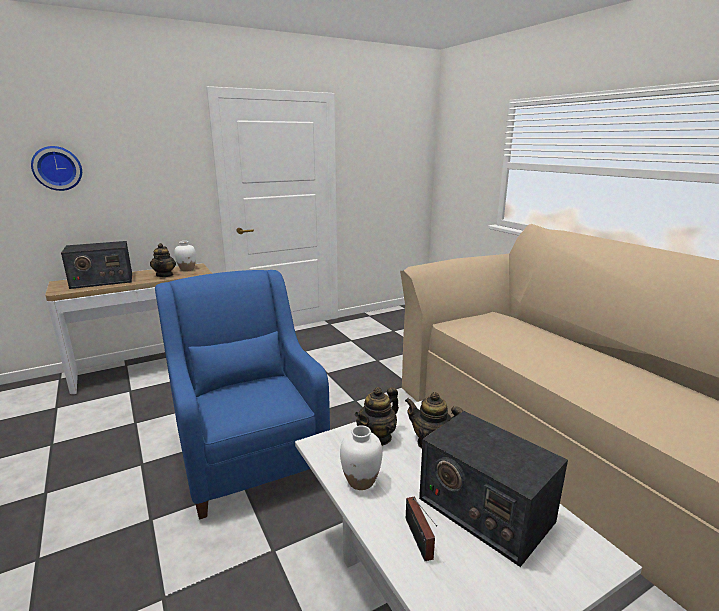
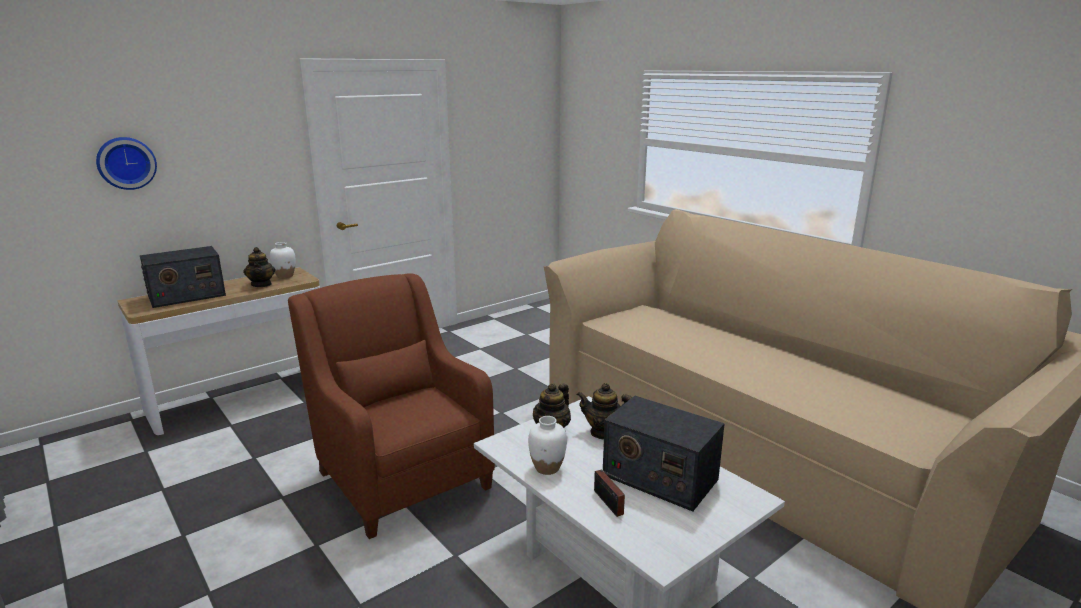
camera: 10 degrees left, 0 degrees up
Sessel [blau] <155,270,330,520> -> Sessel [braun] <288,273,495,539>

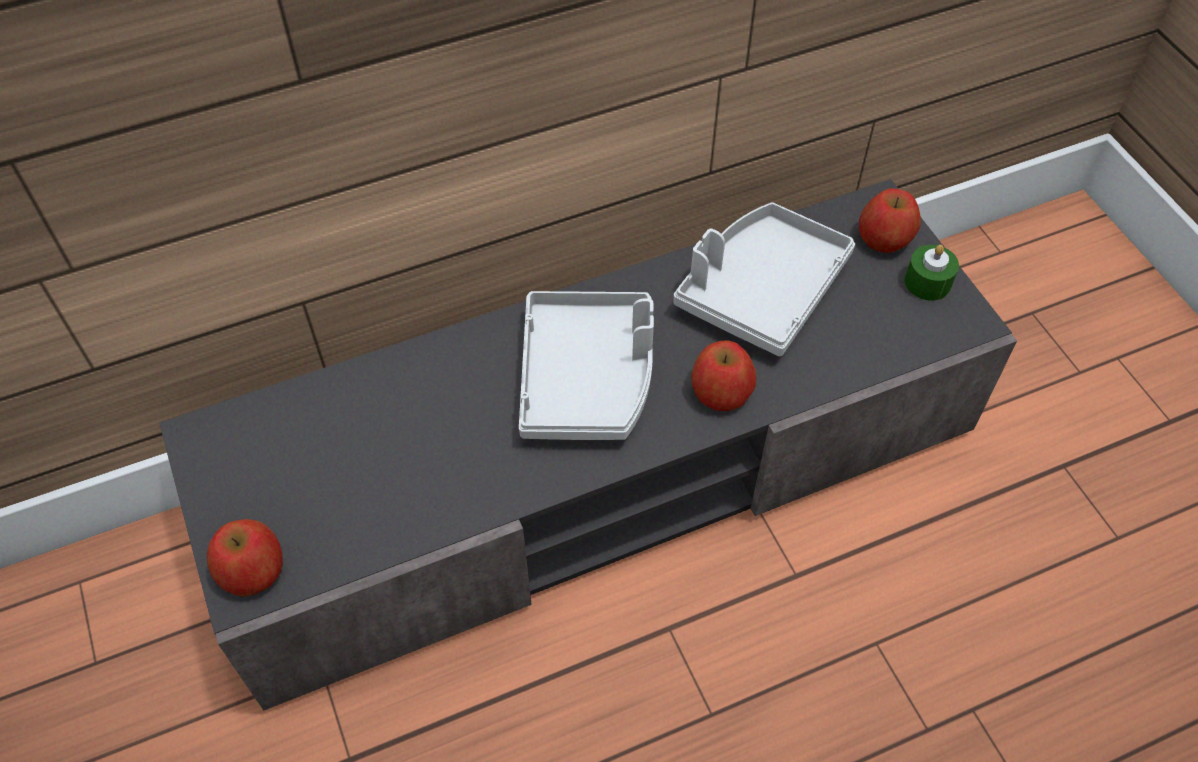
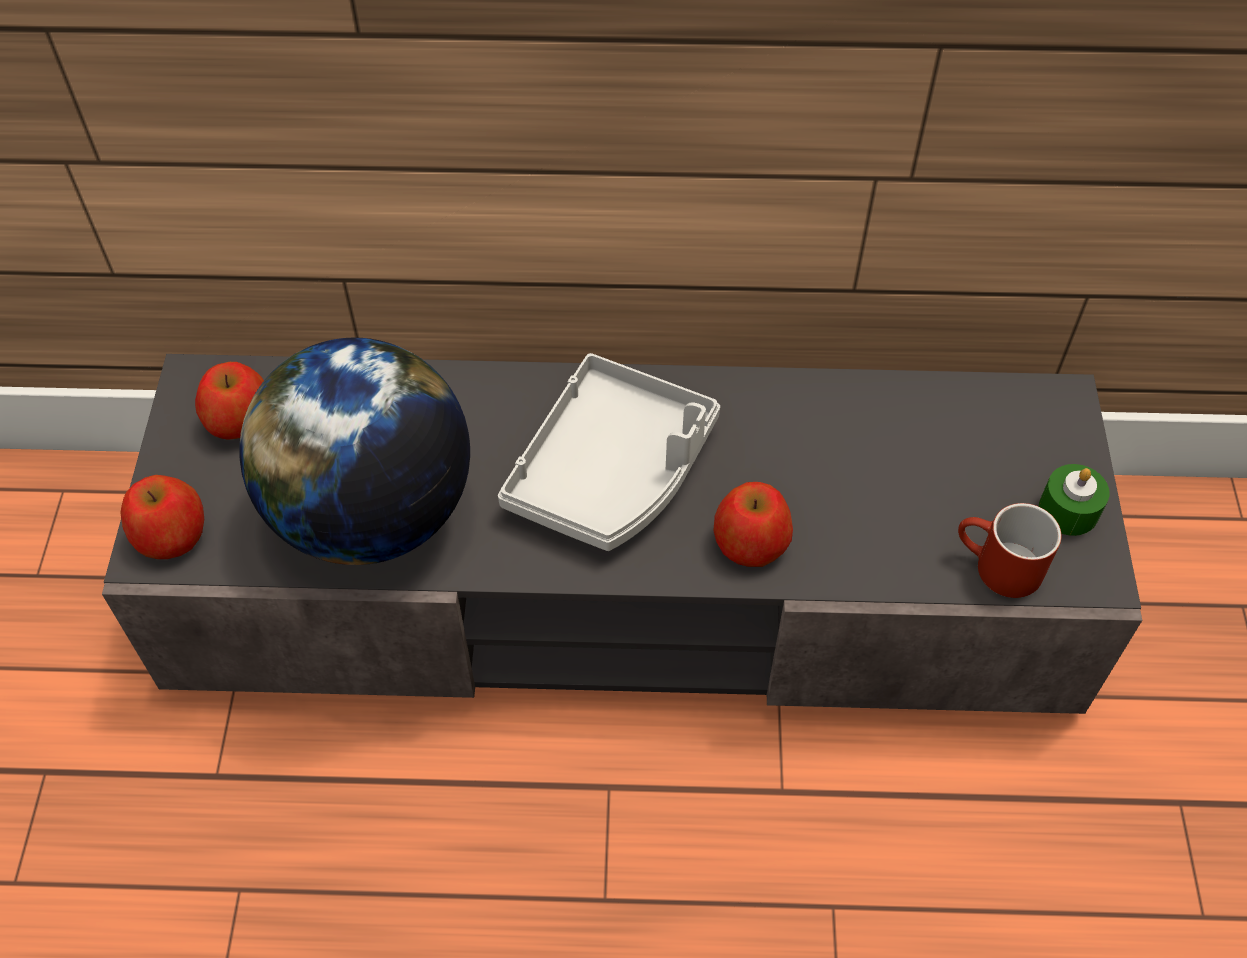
camera: 25 degrees right, 0 degrees up
Tablett [grau] <674,203,855,356> -> none
Apfel <859,188,921,253> -> Apfel <195,362,264,440>, relocated
none -> Globus <239,338,470,565>
none -> Henkelbecher [rot] <958,503,1062,598>

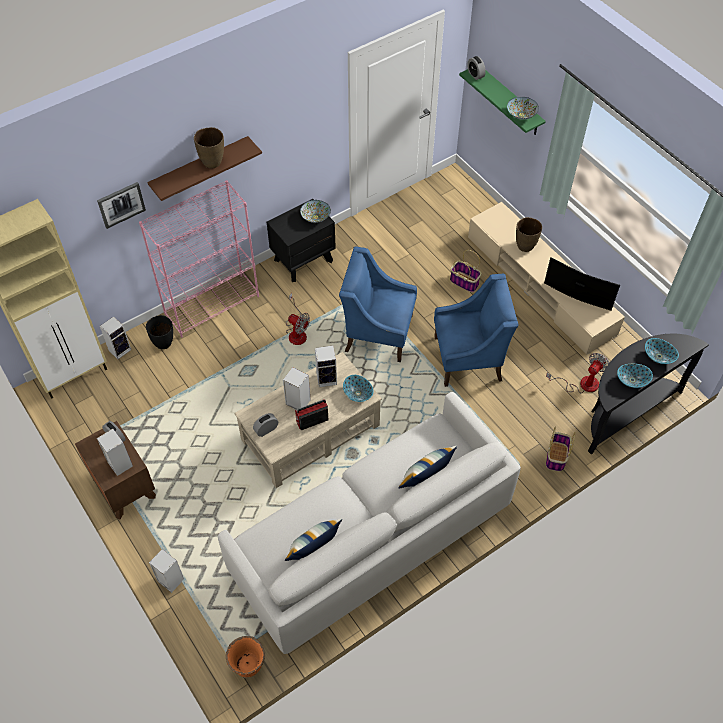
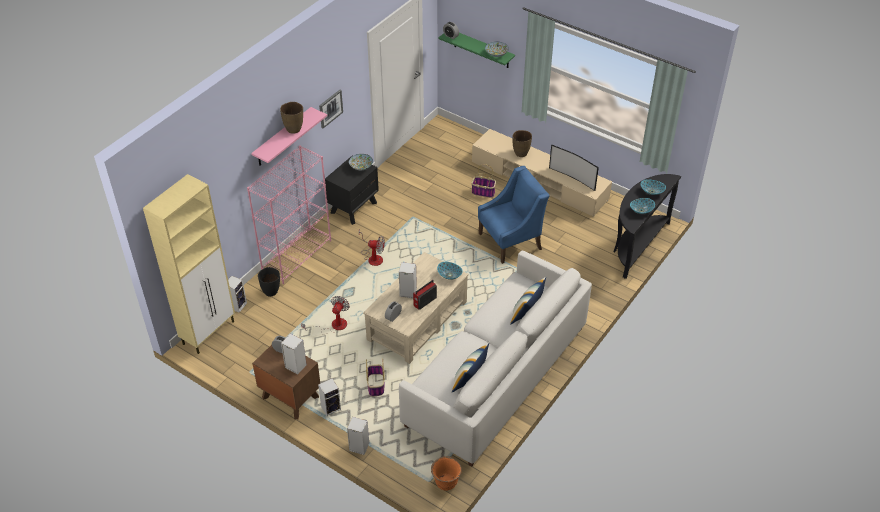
camera: 20 degrees left, 10 degrees down
Bild <97,182,146,229> -> Bild <319,90,343,128>, relocated
Wandregal [braun] <147,136,262,201> -> Wandregal [rosa] <251,107,327,166>
Lautsprecher <315,345,337,387> -> Lautsprecher <318,378,341,417>, relocated
Sessel [blau] <339,247,417,362> -> none
Fernseher <544,258,620,311> -> Fernseher <549,145,599,191>, 150 degrees counterclockwise
Ventilator <546,353,610,393> -> Ventilator <301,296,350,333>, relocated
Korb <546,427,575,471> -> Korb <366,359,385,396>, relocated

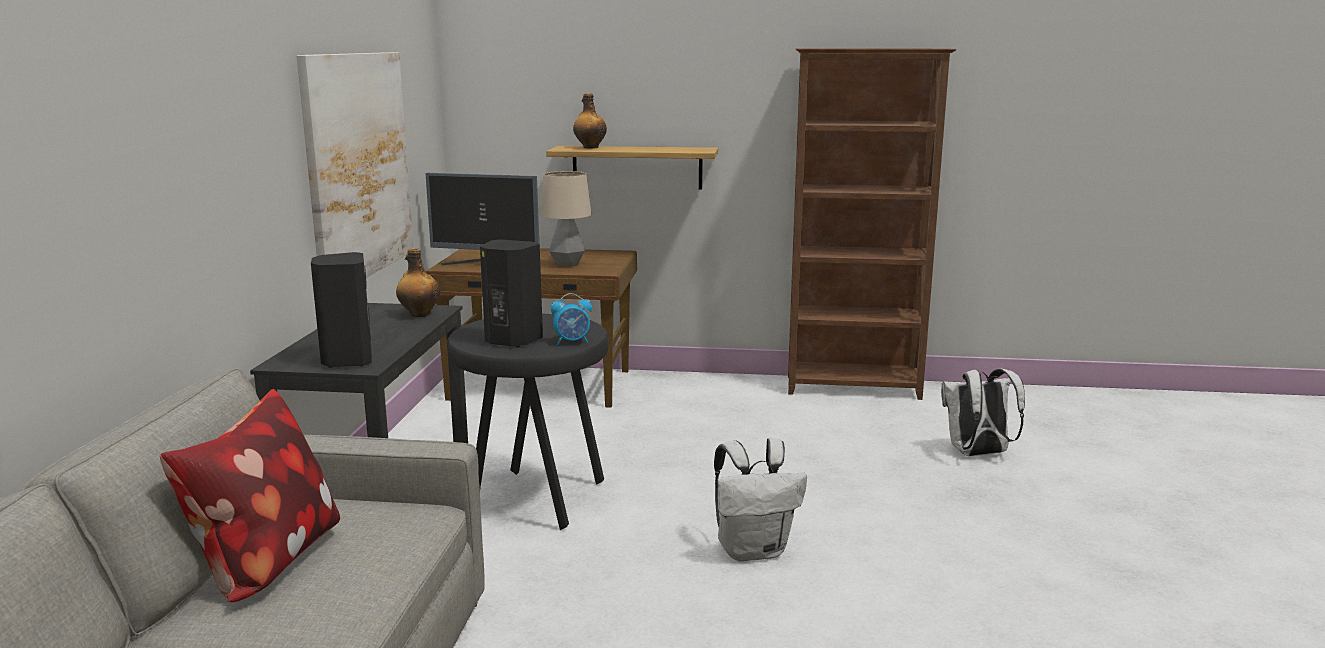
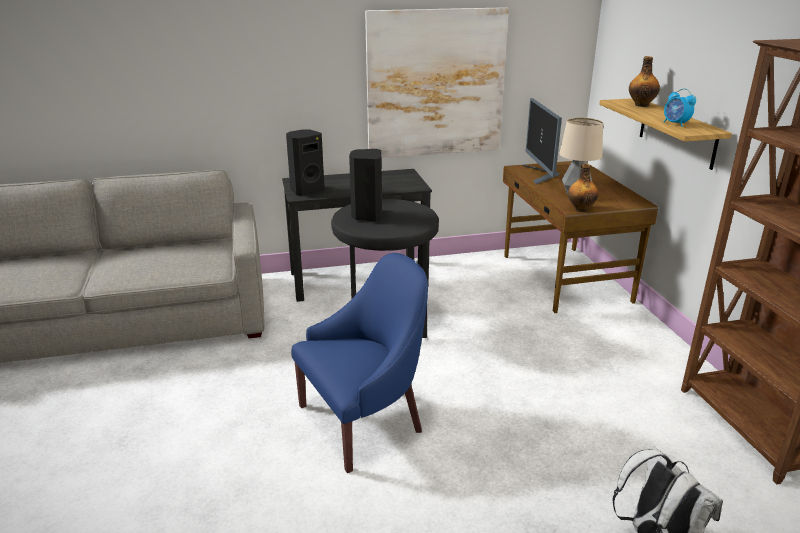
camera: 70 degrees right, 10 degrees up
Kissen <160,389,340,602> -> none
Flasche <396,248,440,317> -> Flasche <568,163,598,212>, relocated
Wecker <551,293,592,345> -> Wecker <664,88,696,127>, relocated
Rucksack [weiß] <714,438,807,562> -> Sessel [blau] <291,253,428,473>

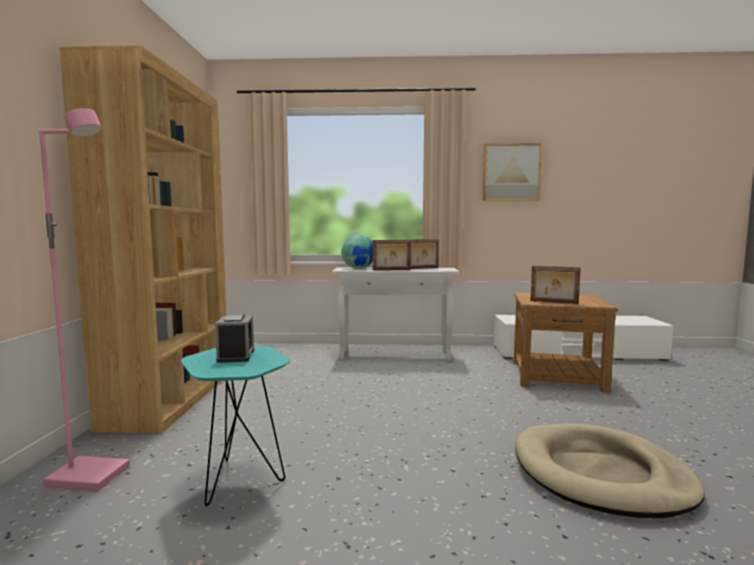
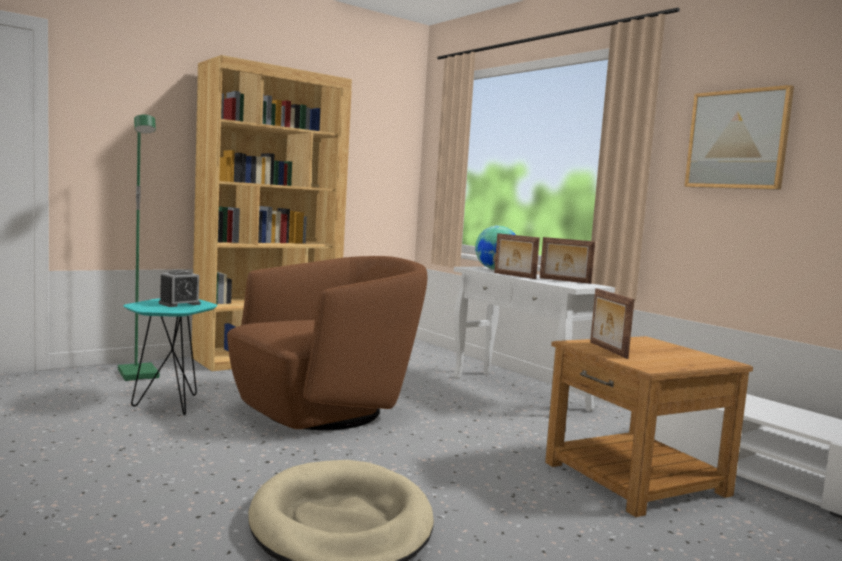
camera: 50 degrees right, 0 degrees up
Stehlampe [rosa] <39,108,130,491> -> Stehlampe [grün] <118,115,160,381>
none -> Sessel [braun] <227,256,427,430>

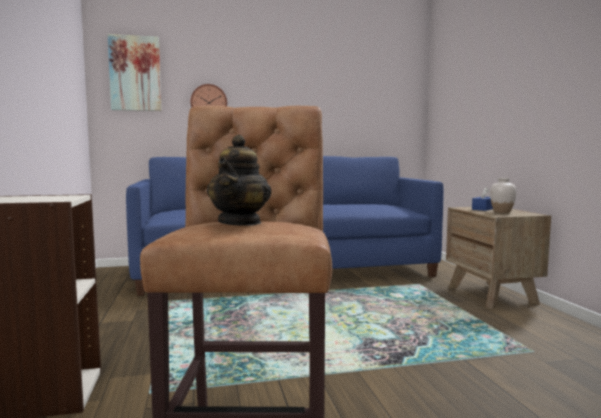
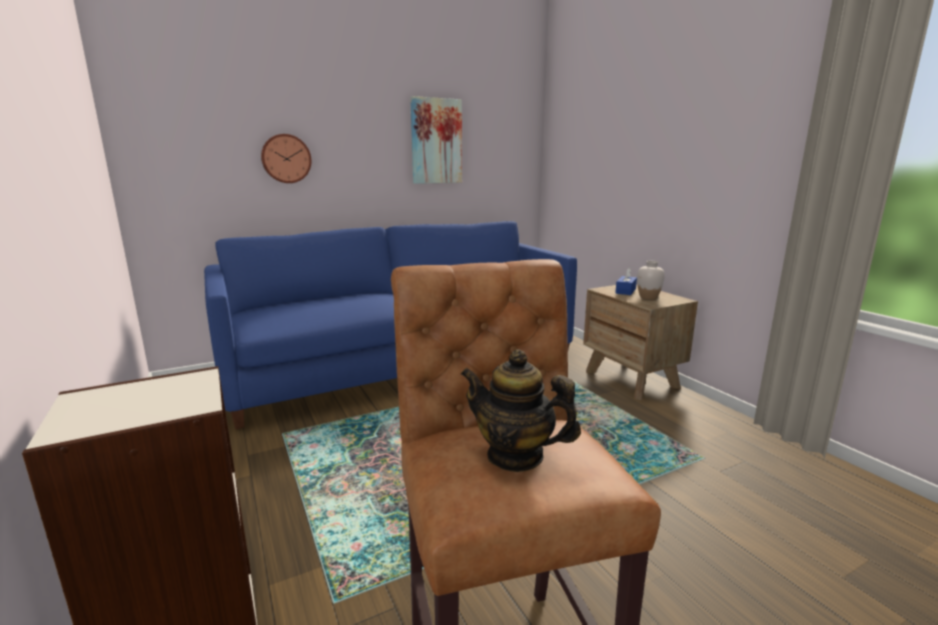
camera: 15 degrees left, 10 degrees up
Bild <108,34,162,111> -> Bild <410,96,462,184>, relocated
Teekanne <207,135,271,226> -> Teekanne <460,349,581,472>, 120 degrees clockwise

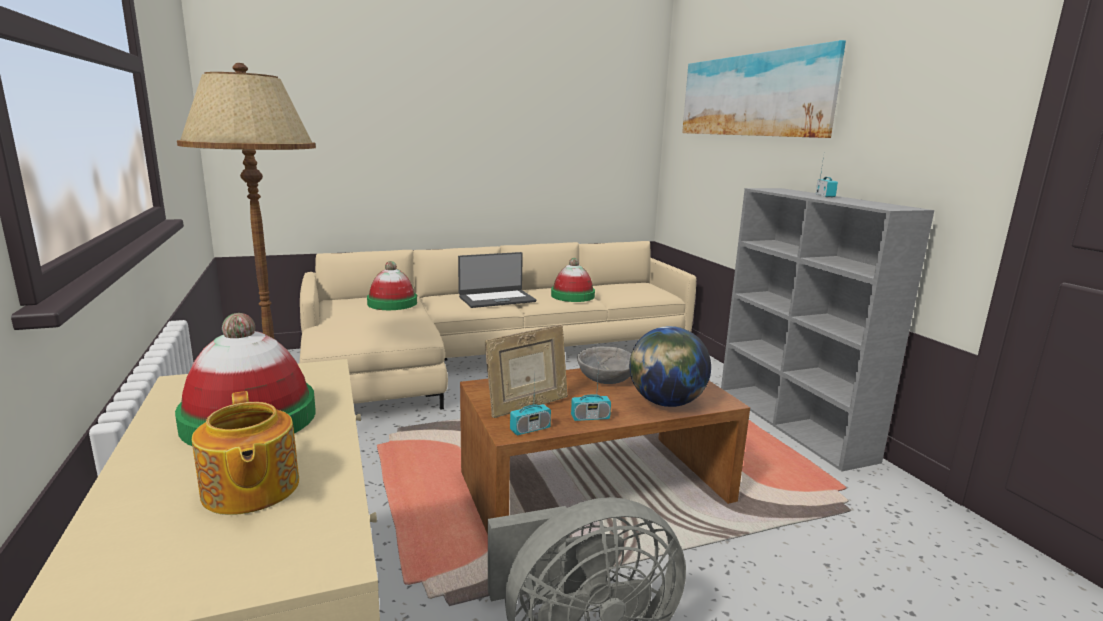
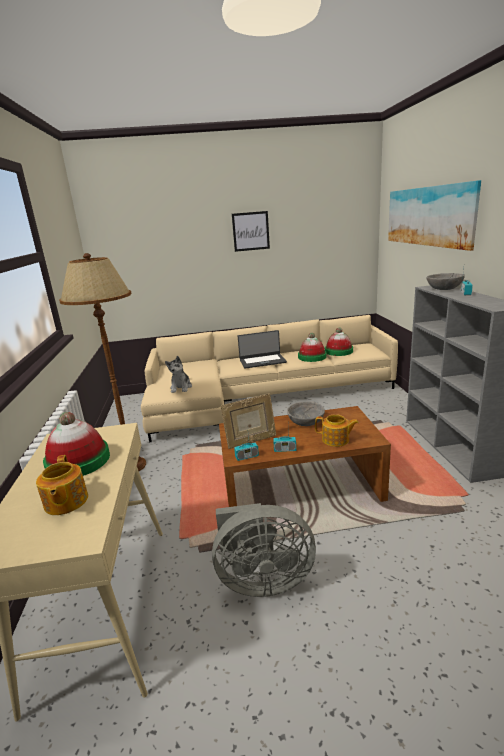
camera: 15 degrees right, 5 degrees up
Hut <367,261,417,310> -> Hut <325,328,353,356>, relocated
Globus <629,326,711,407> -> Teekanne <315,414,359,447>
none -> Plüschtier <165,356,192,393>
none -> Bild <232,211,270,252>
none -> Schüssel [grau] <426,273,465,290>

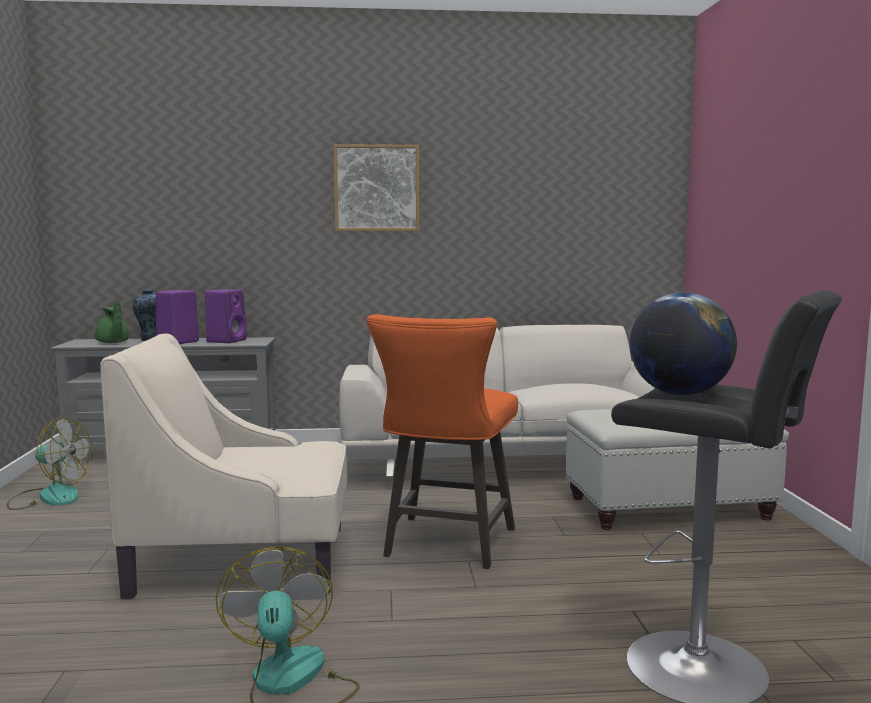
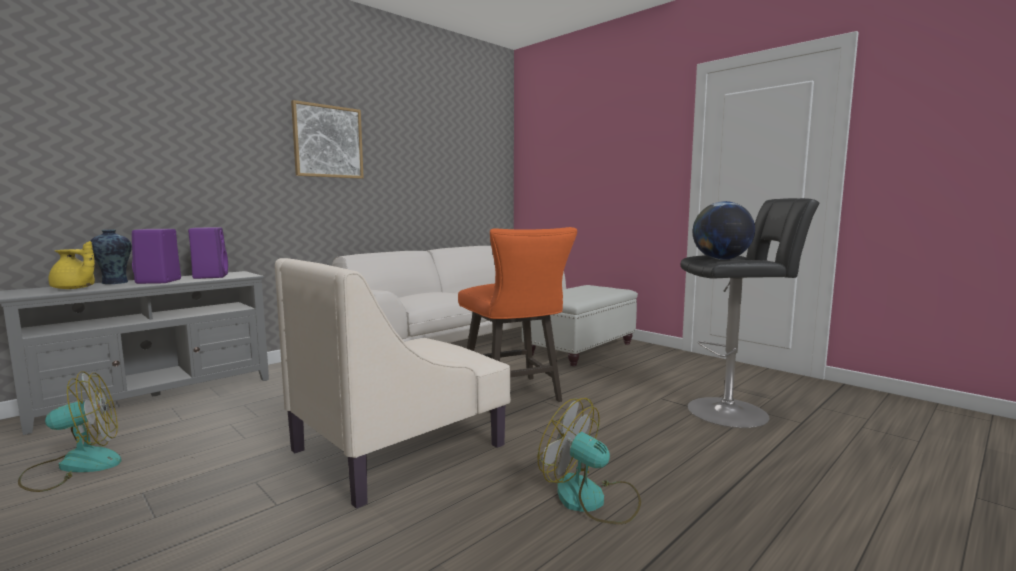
camera: 40 degrees left, 0 degrees up
Teekanne [grün] <95,301,129,343> -> Teekanne [gelb] <48,241,95,289>

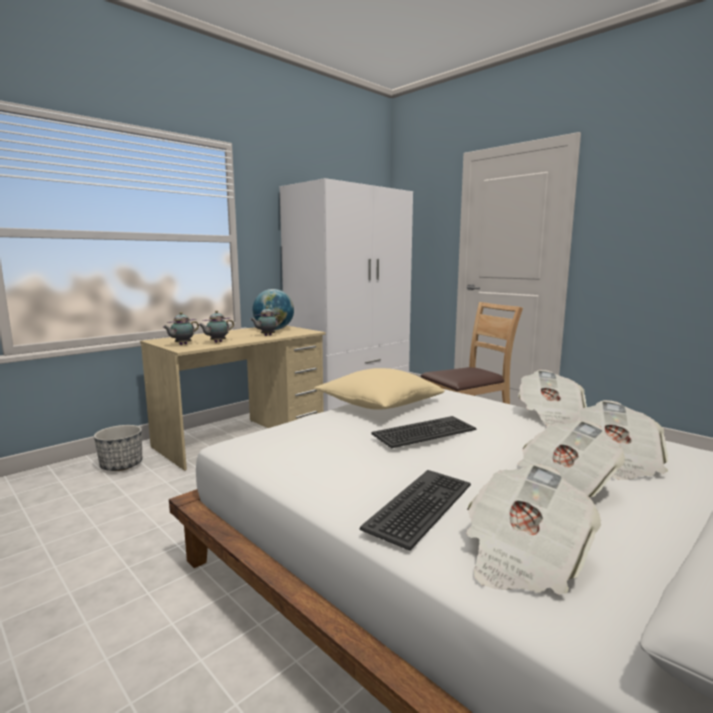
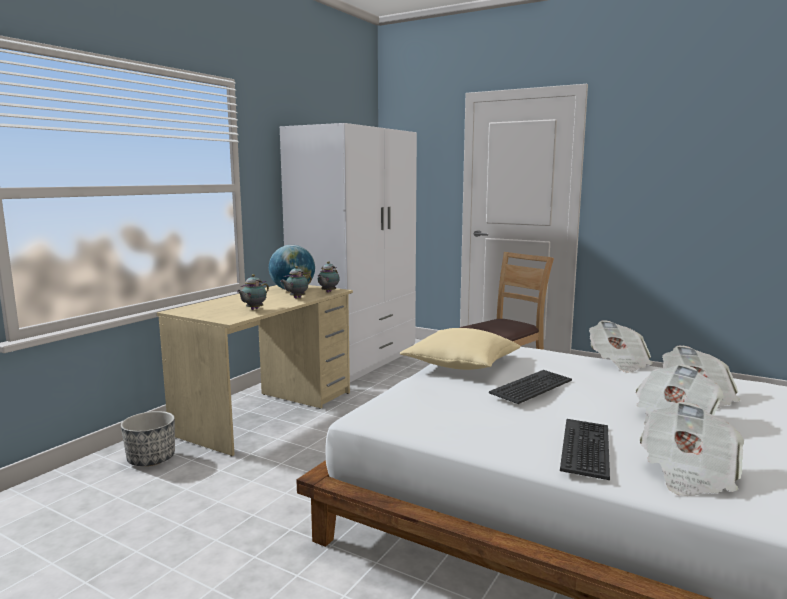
camera: 15 degrees left, 0 degrees up
Teekanne <163,312,199,345> -> Teekanne <318,261,340,292>, relocated

